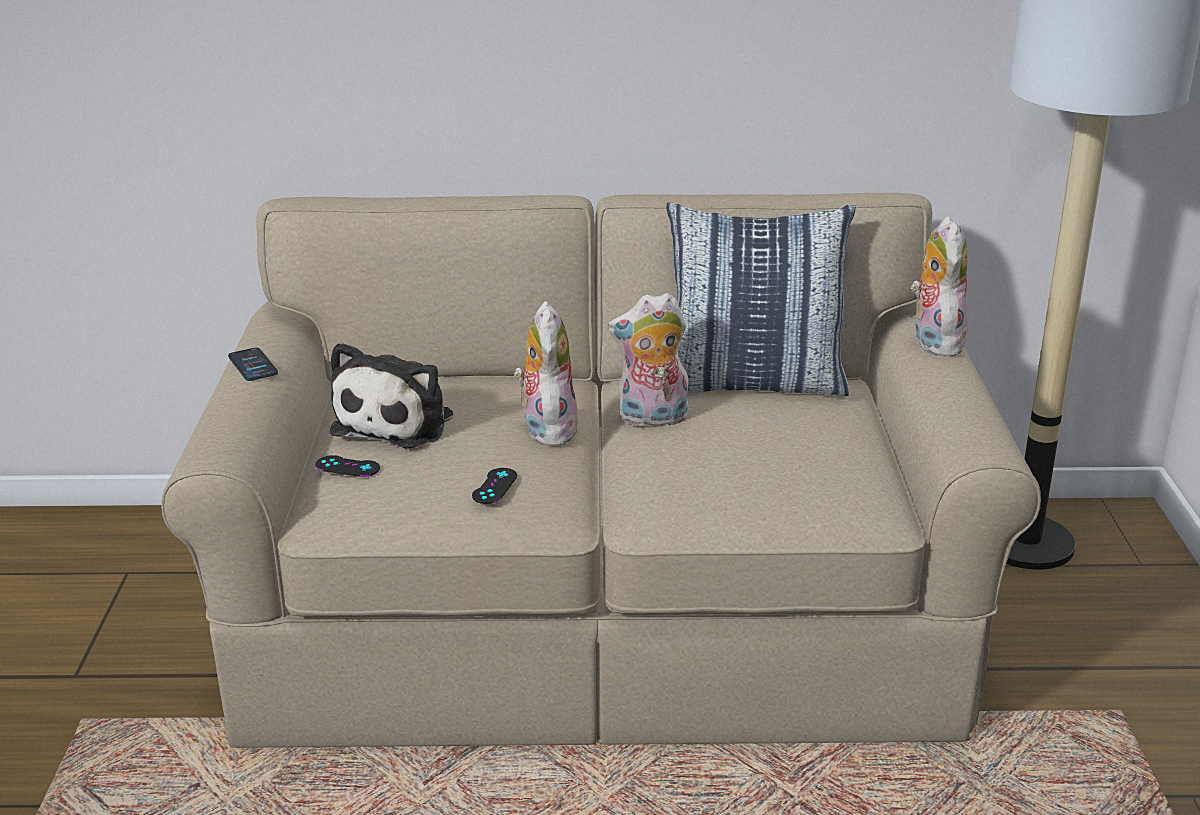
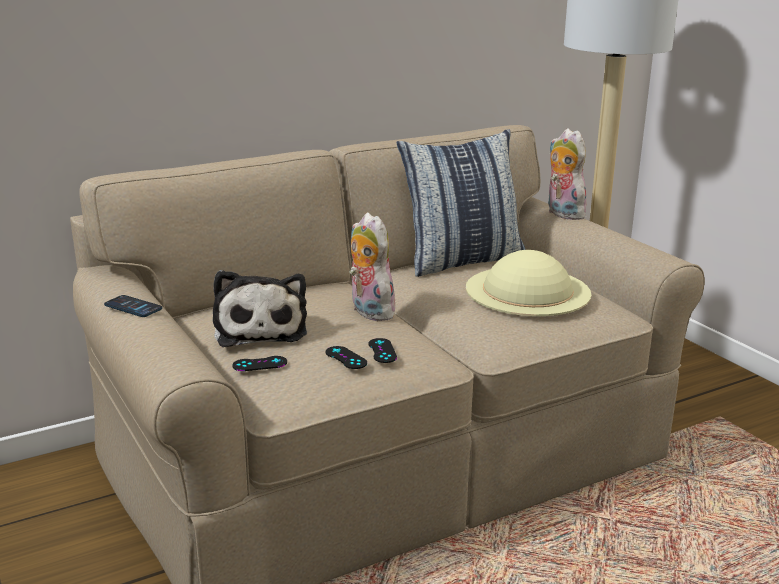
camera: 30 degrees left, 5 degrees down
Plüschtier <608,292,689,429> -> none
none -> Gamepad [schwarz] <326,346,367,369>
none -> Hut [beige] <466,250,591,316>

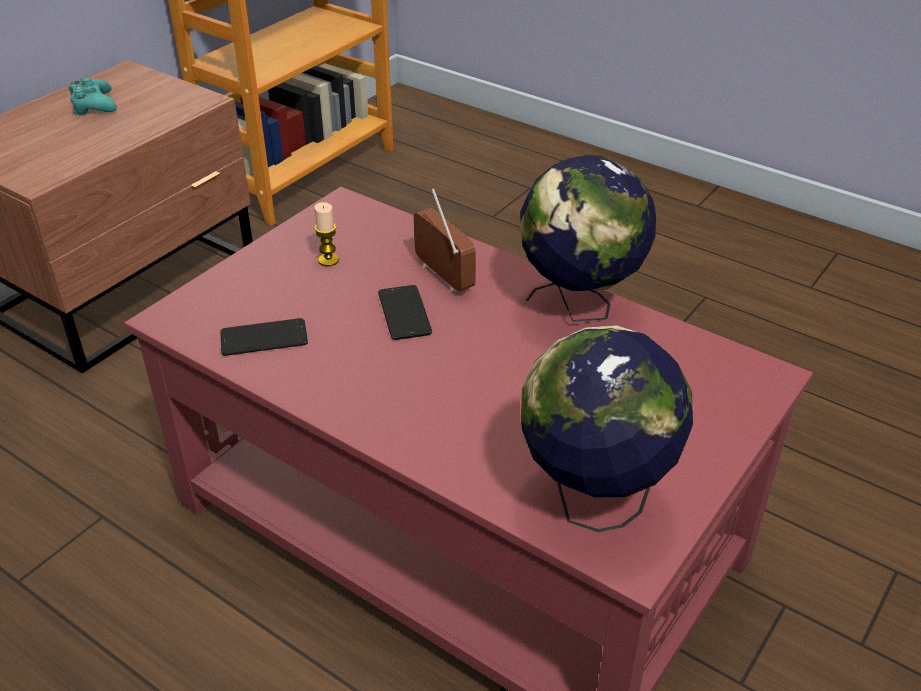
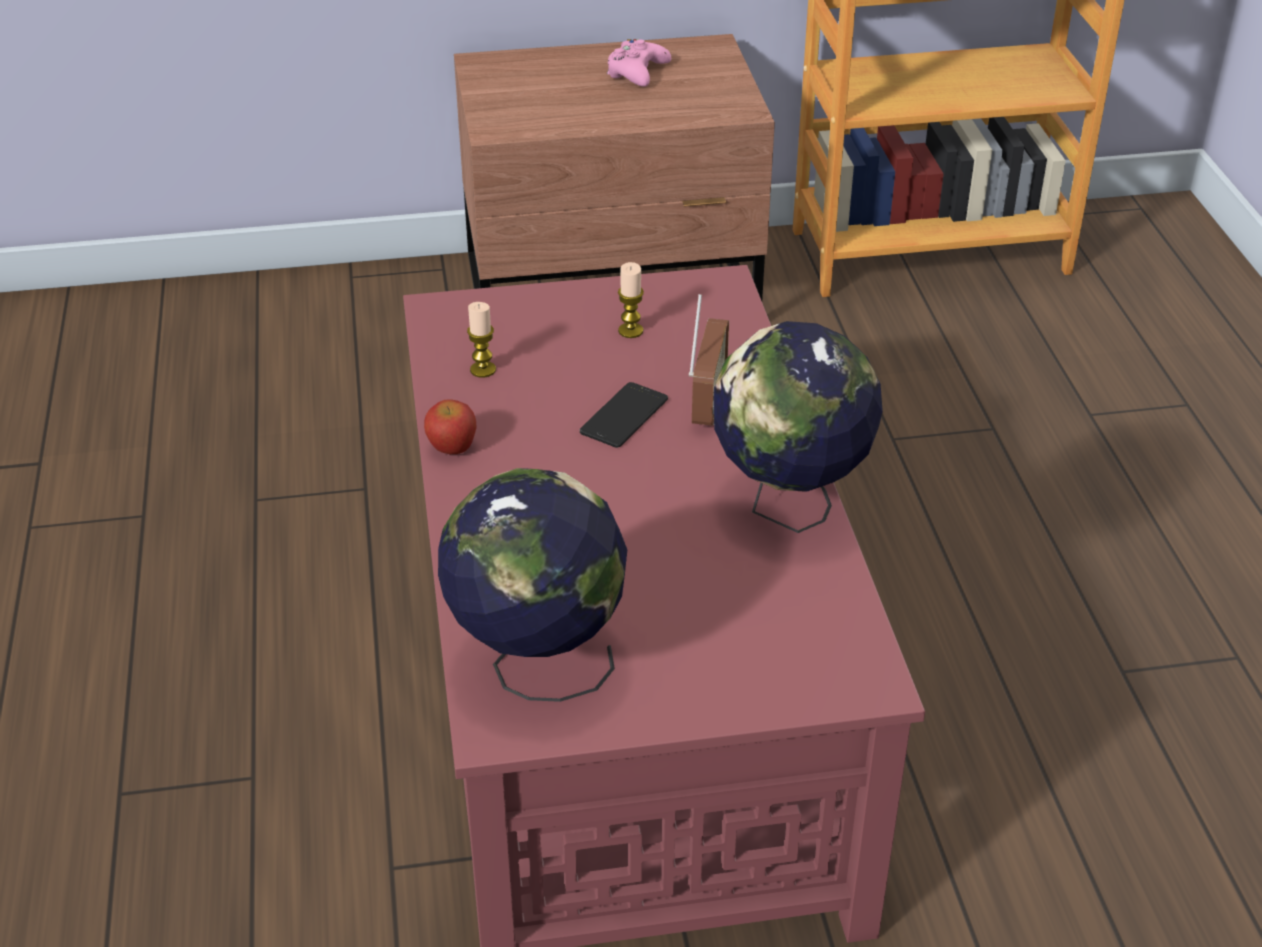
camera: 45 degrees right, 0 degrees up
Gamepad [türkis] <69,78,117,115> -> Gamepad [rosa] <607,39,671,87>
Handy <220,318,308,356> -> Kerze <467,302,496,378>
none -> Apfel <424,399,476,454>

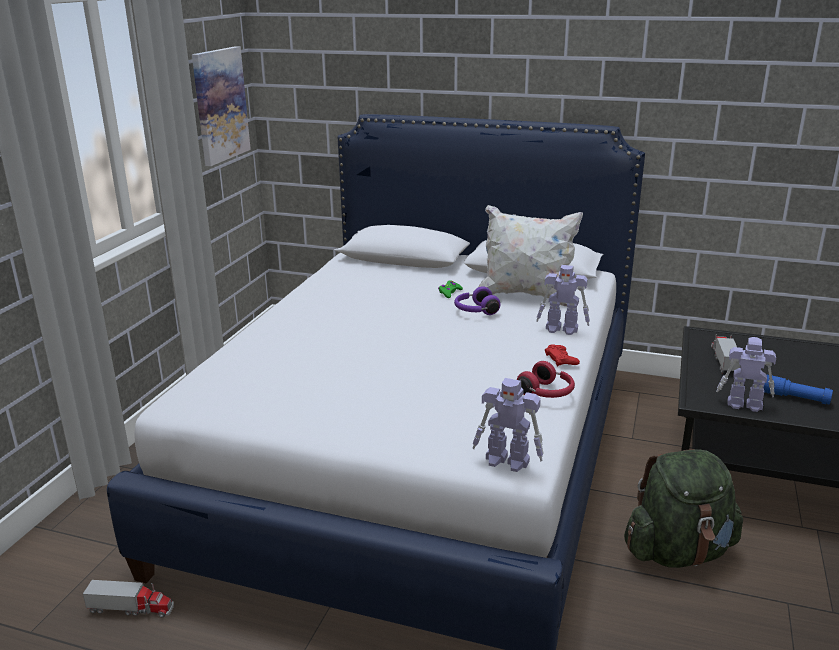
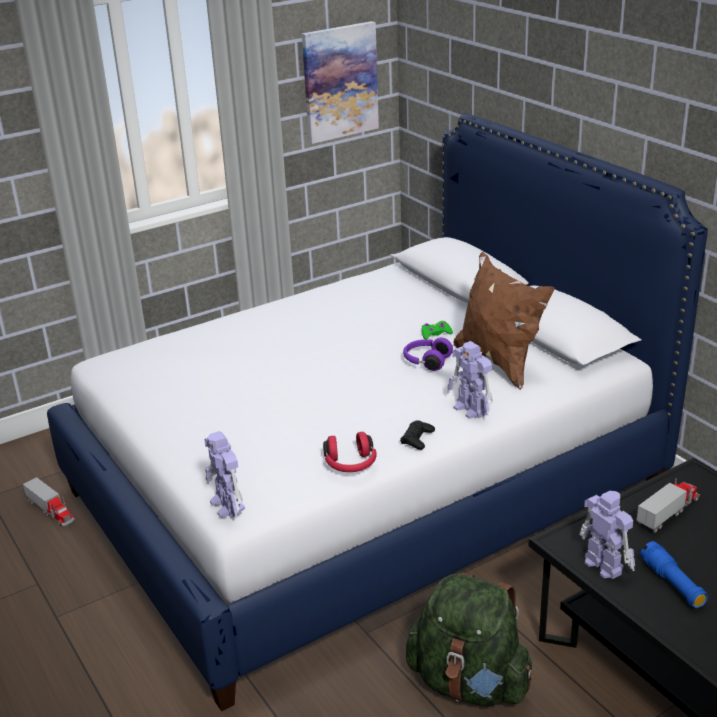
camera: 40 degrees right, 5 degrees up
Kissen [weiß] <479,205,583,307> -> Kissen [braun] <453,252,555,390>
Gamepad [rot] <545,344,580,366> -> Gamepad [schwarz] <400,420,435,450>

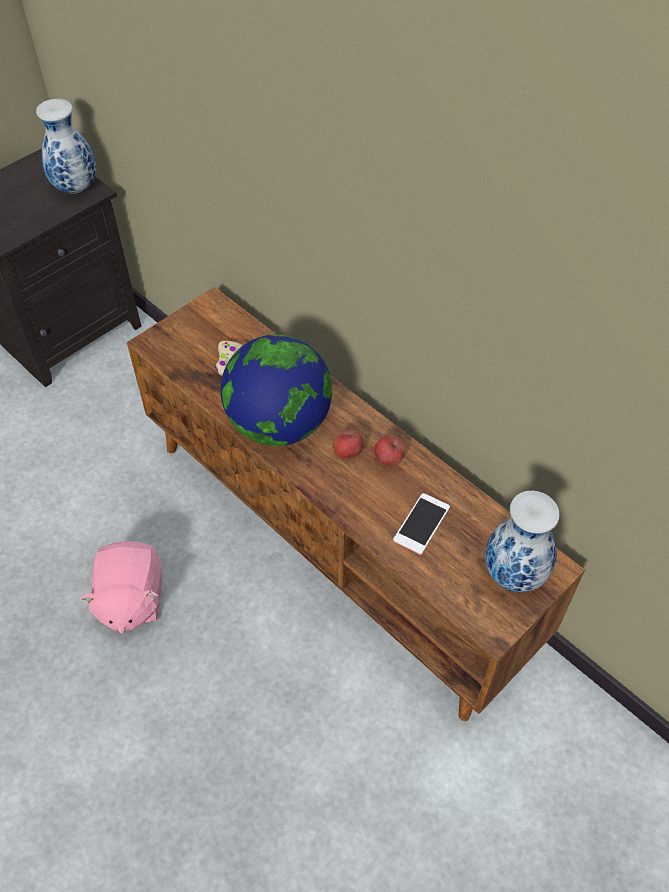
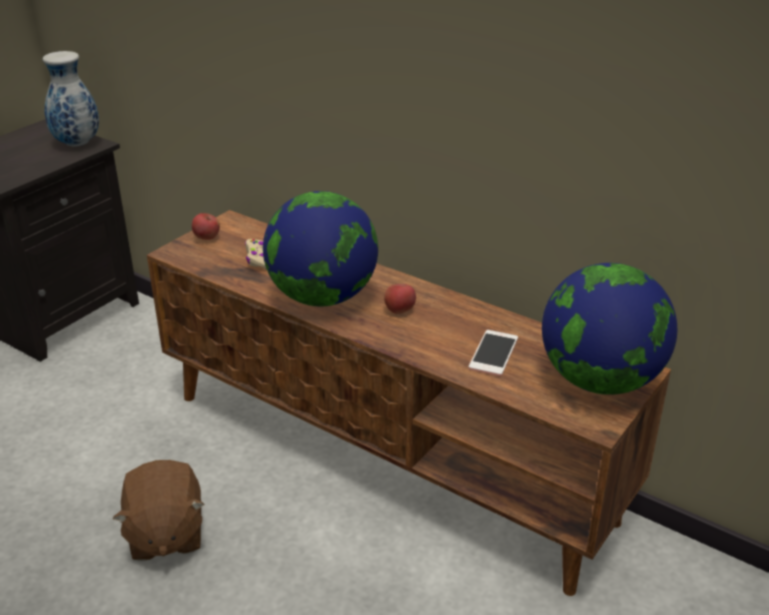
camera: 10 degrees left, 20 degrees down
Plüschtier [rosa] <81,541,162,634> -> Plüschtier [braun] <113,460,204,561>
Apfel <374,435,405,466> -> Apfel <192,213,220,240>, relocated
Vase <485,491,560,592> -> Globus <542,263,677,395>

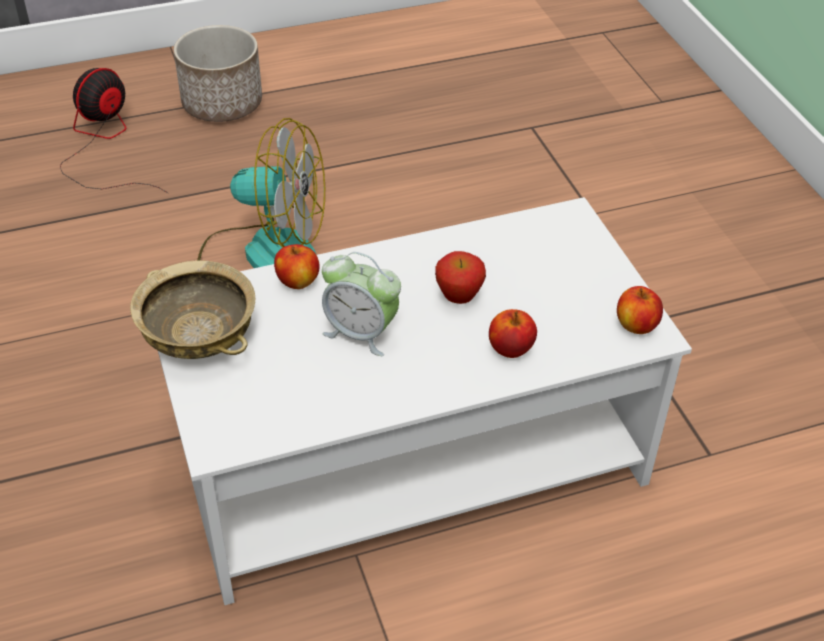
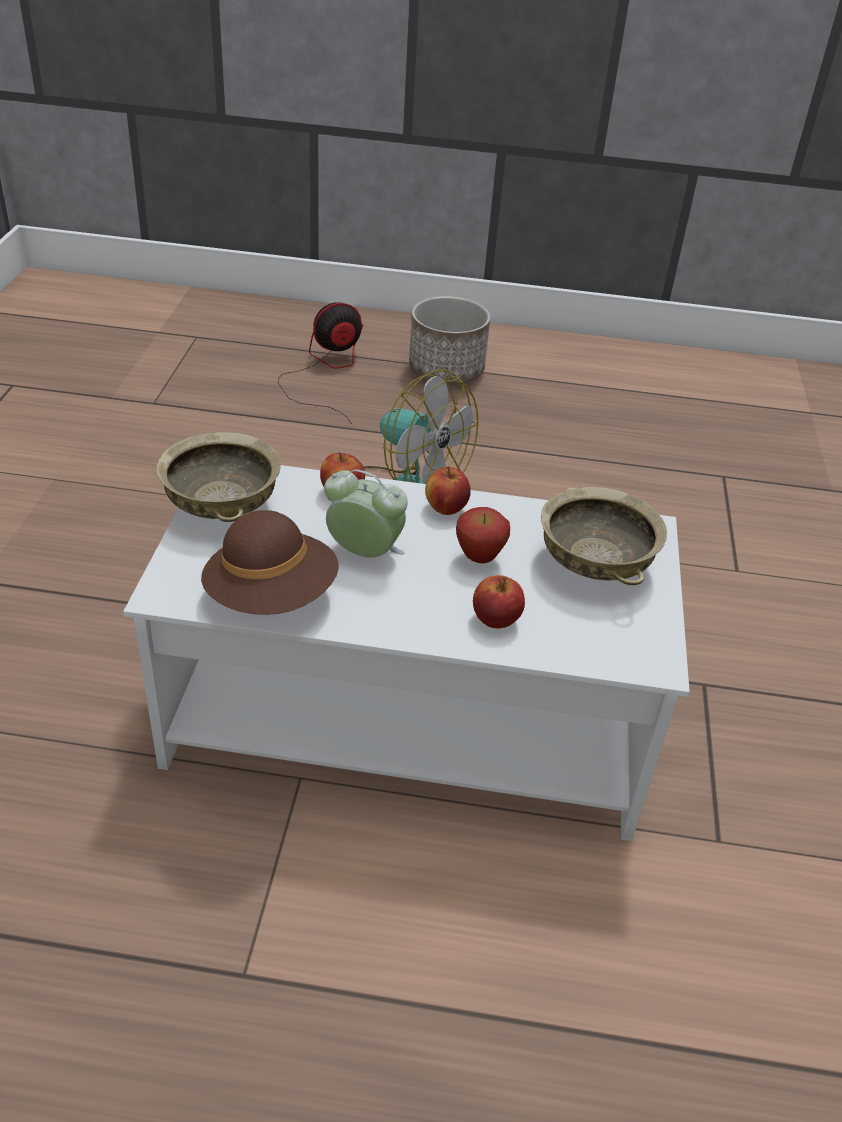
camera: 25 degrees right, 5 degrees down
Wecker <322,252,401,356> -> Wecker <324,469,408,558>, 150 degrees clockwise
Apfel <617,286,663,334> -> Apfel <425,466,471,515>, relocated
none -> Hut [braun] <201,510,339,615>
none -> Schüssel [beige] <541,487,667,585>

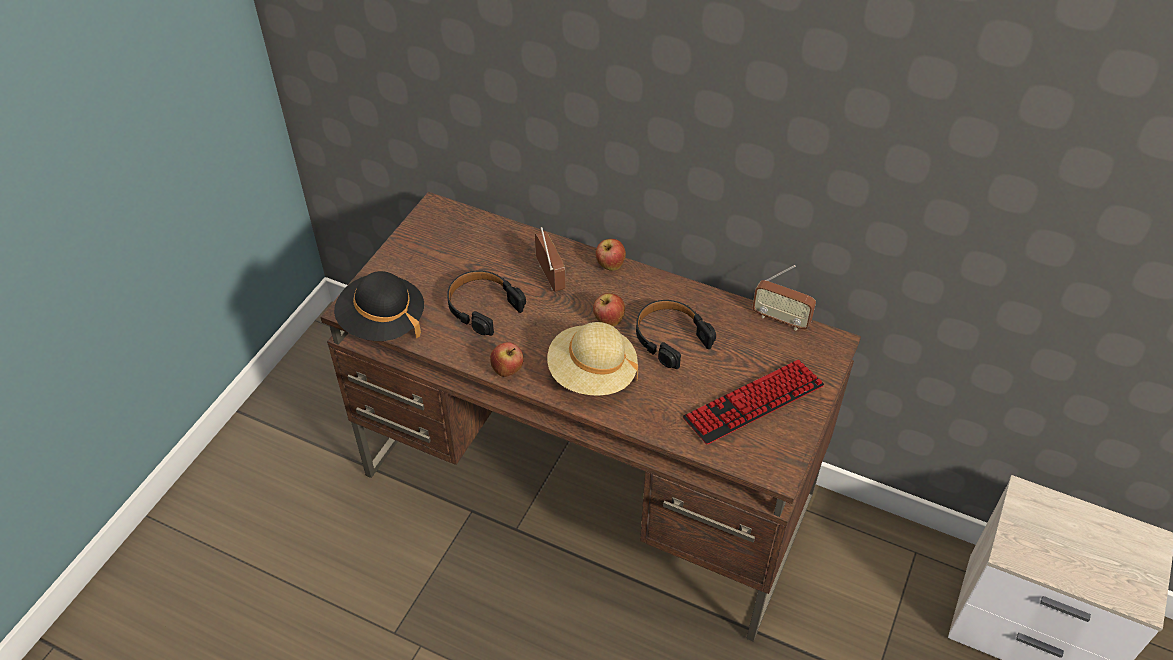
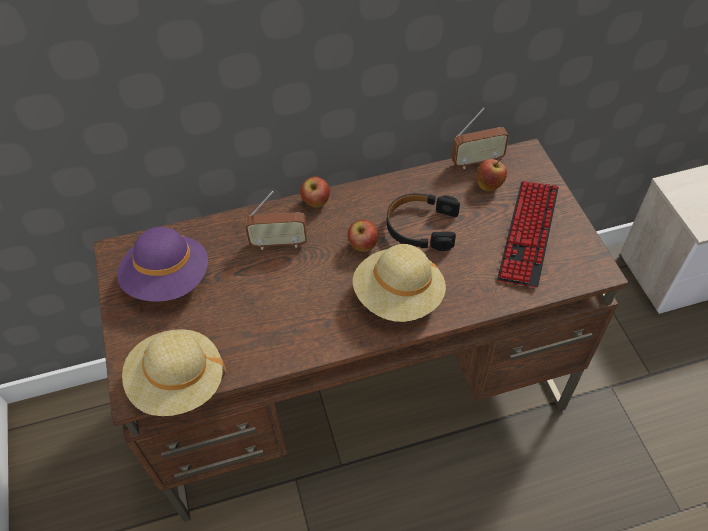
camera: 40 degrees left, 5 degrees up
Hut [schwarz] <334,271,424,341> -> Hut [beige] <122,329,226,416>
Kopfhörer [schwarz] <447,271,526,336> -> none
Apfel <490,342,524,377> -> Apfel <477,159,507,191>, relocated
Radio <535,227,566,292> -> Radio <245,191,307,250>, 150 degrees clockwise
none -> Hut [lila] <117,227,208,302>

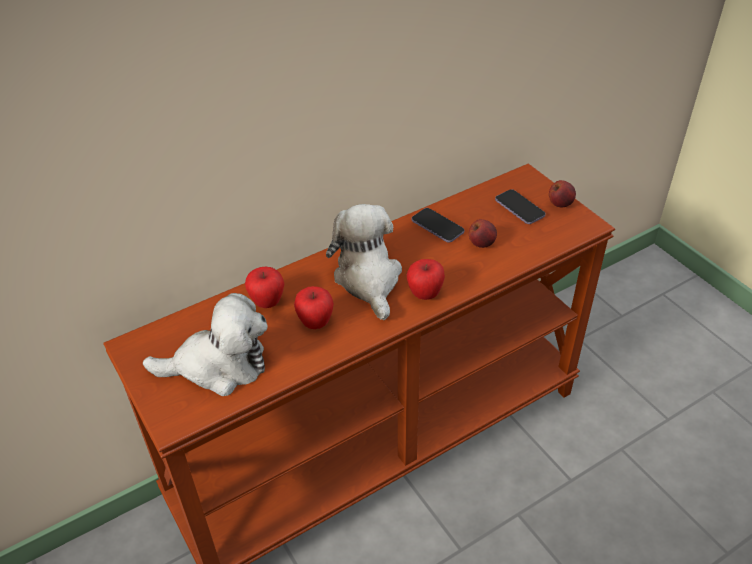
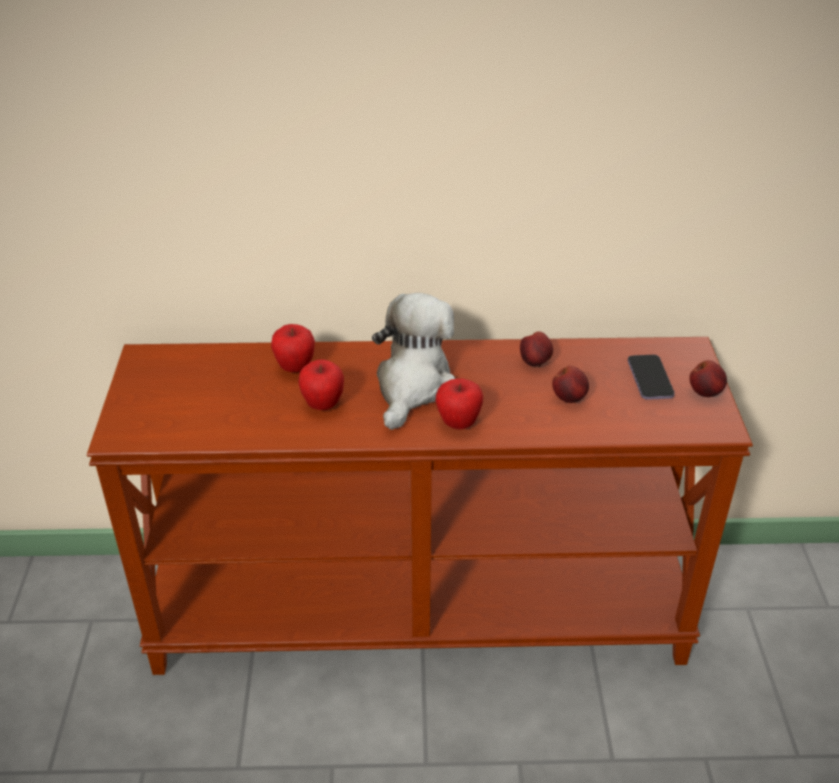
camera: 30 degrees right, 5 degrees down
Plüschtier <143,293,268,396> -> none
Handy <412,208,464,243> -> Apfel <520,331,553,367>

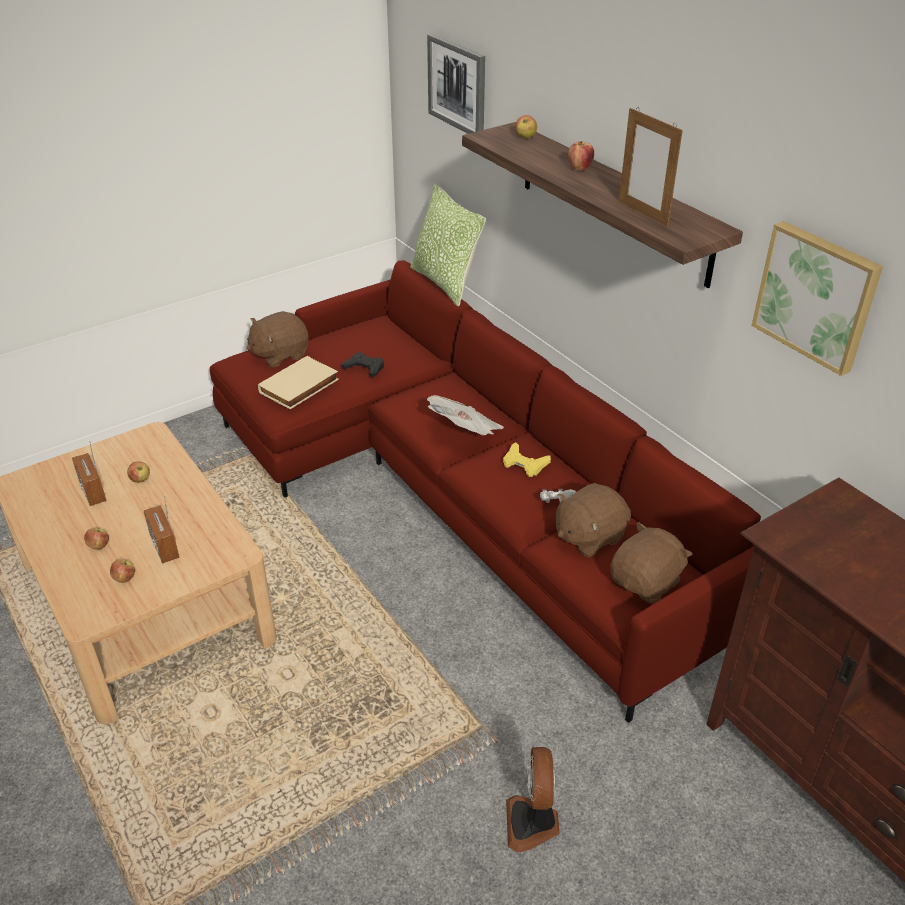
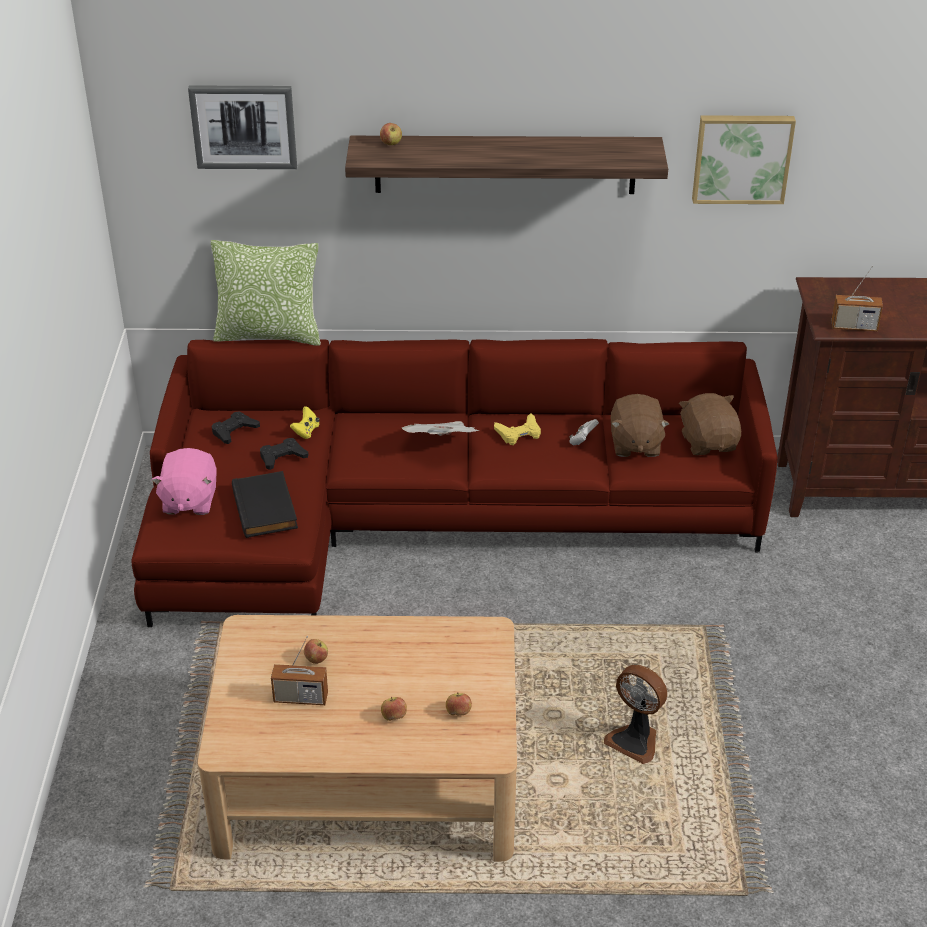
camera: 55 degrees left, 0 degrees up
Radio <144,495,180,563> -> Radio <832,266,883,331>, relocated
Plüschtier [braun] <246,311,309,367> -> Plüschtier [rosa] <151,448,217,515>
Buch [beige] <258,356,339,409> -> Buch [schwarz] <232,471,298,538>
Ventilator <506,747,559,852> -> Ventilator <604,665,667,764>, relocated
Apfel <568,141,594,171> -> none
Bilderrahmen <619,107,683,227> -> none
none -> Gamepad [schwarz] <212,411,260,444>
none -> Gamepad [gelb] <290,406,320,439>

